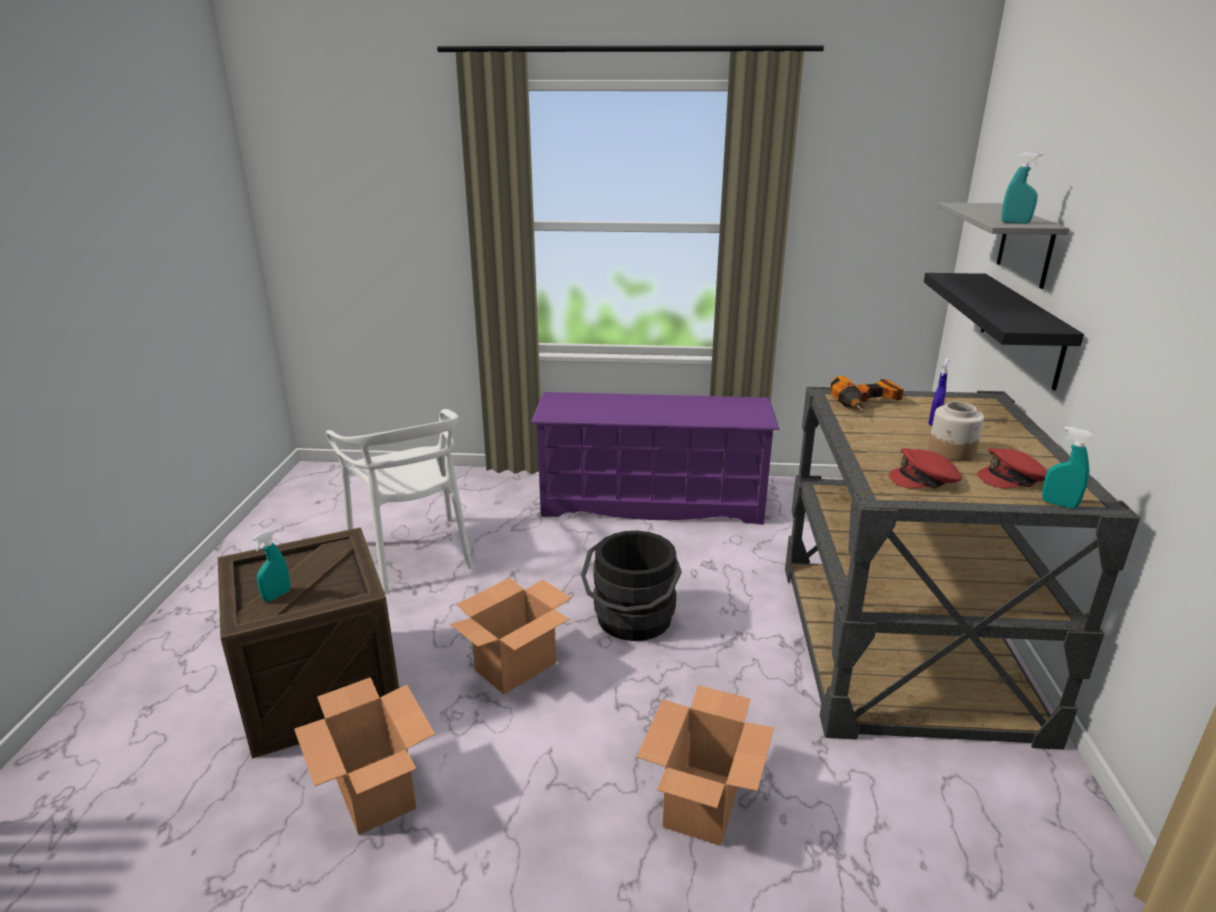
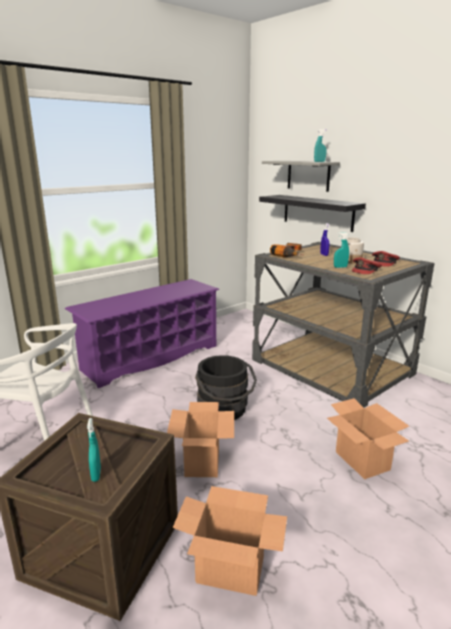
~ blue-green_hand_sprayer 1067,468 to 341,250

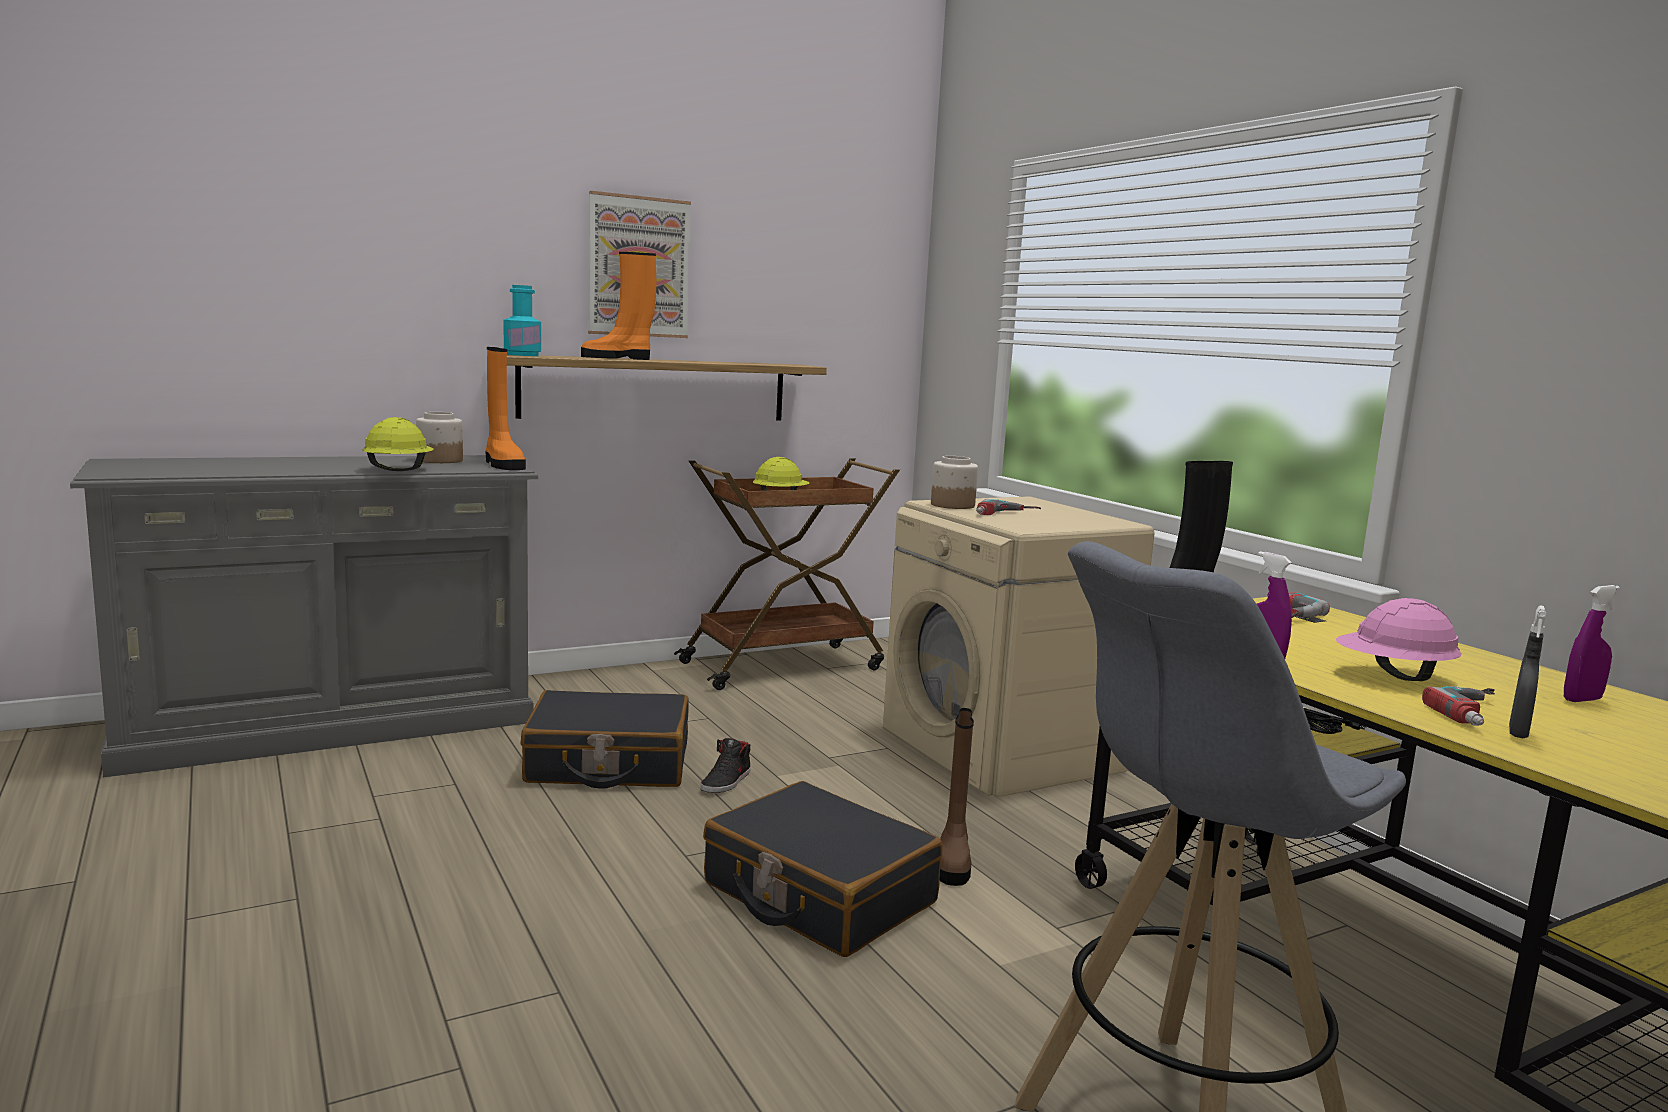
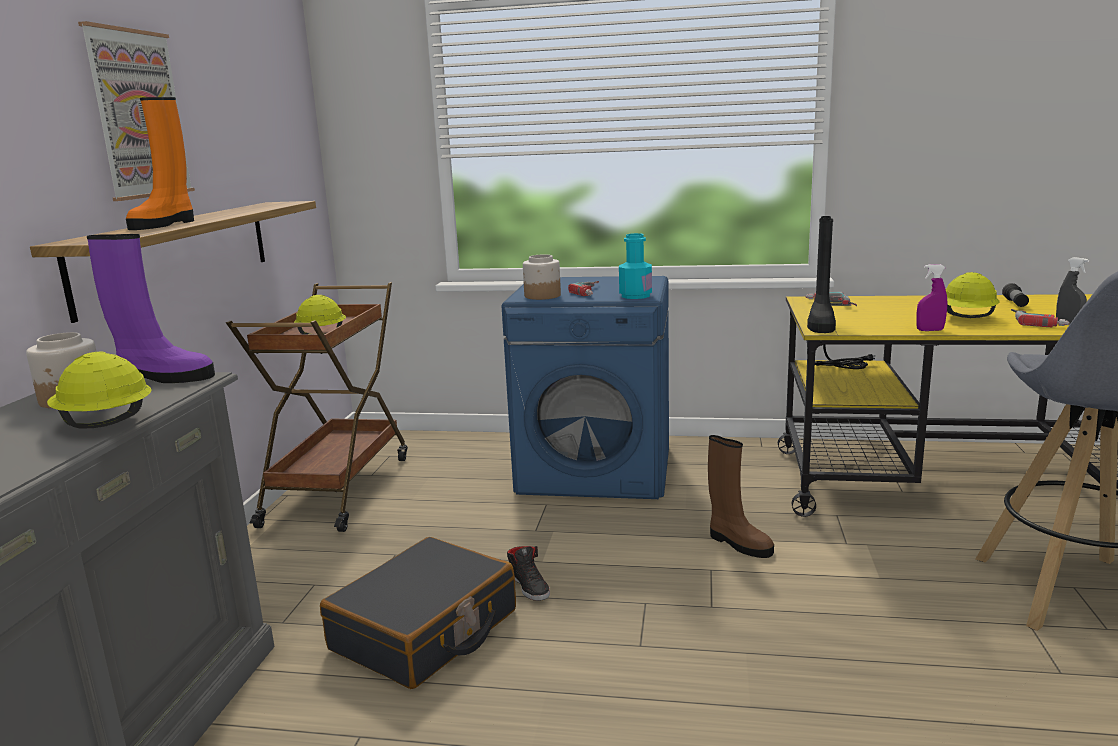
- black_travel_case 822,869
~ blue-green_beverage_bottle 522,320 to 635,266
~ purple-coloured_hand_sprayer 1592,643 to hand_torch 1015,295
~ orange_high-top_boot 505,408 to purple-coloured_high-top_boot 151,308
~ beige-coloured_laundry_appliance 1019,646 to bluish_laundry_appliance 585,387
~ pink-coloured_hard_hat 1399,639 to yellow_hard_hat 973,295

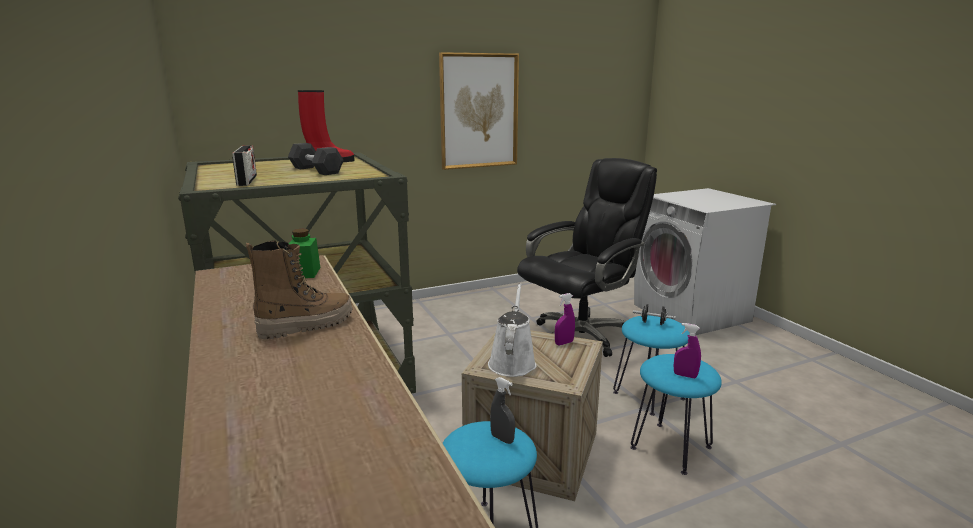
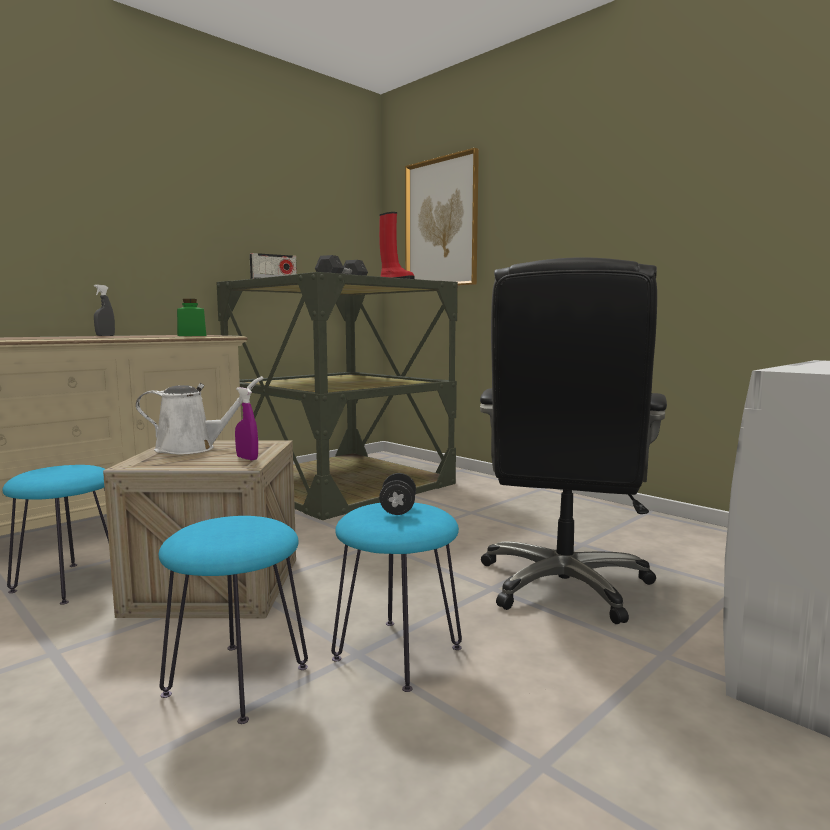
- high-top_boot 299,290
- purple-coloured_hand_sprayer 687,350
~ wall_art 479,111 to 442,217
~ gray_hand_sprayer 502,410 to 104,310
~ black_computer_chair 587,257 = 573,440 75 degrees clockwise

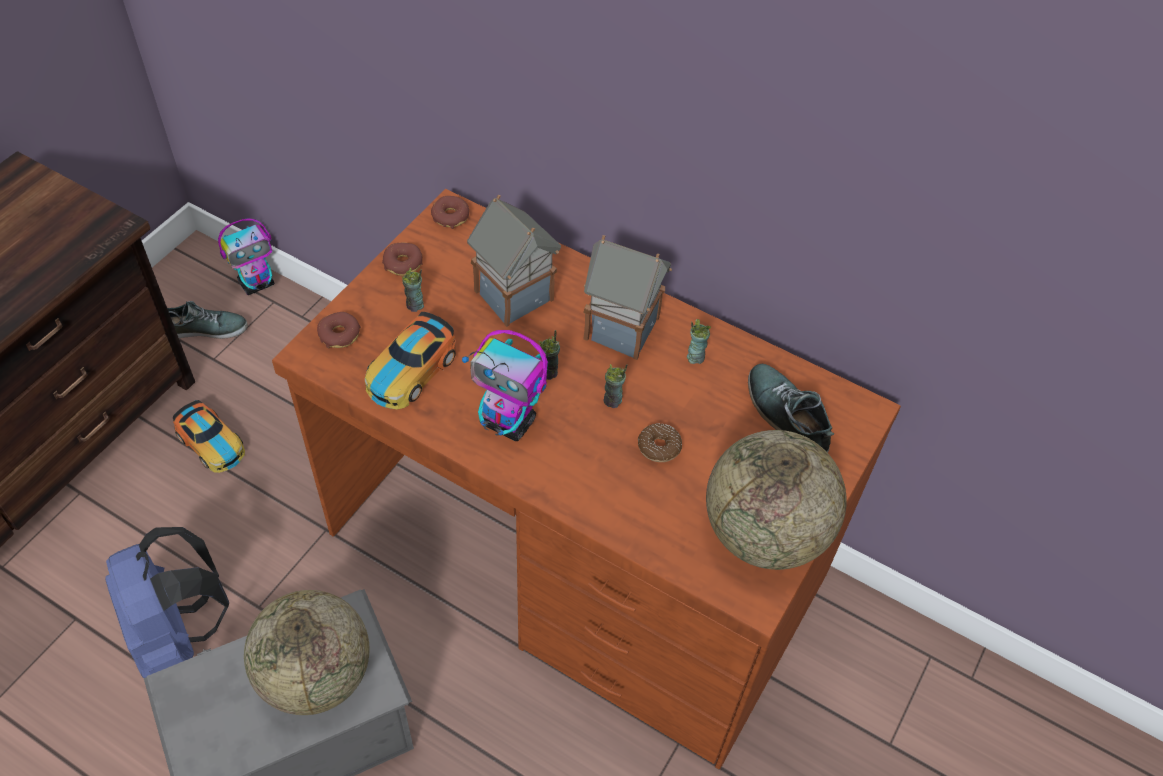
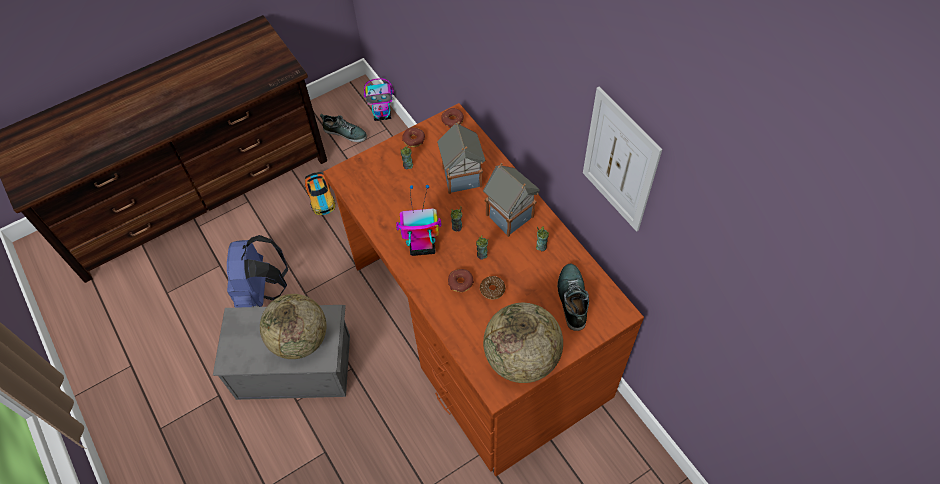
- miniature_car 410,361
+ wall_art 622,159
~ ring_doughnut 339,330 to 461,280
~ model_robot 505,385 = 418,220 120 degrees clockwise

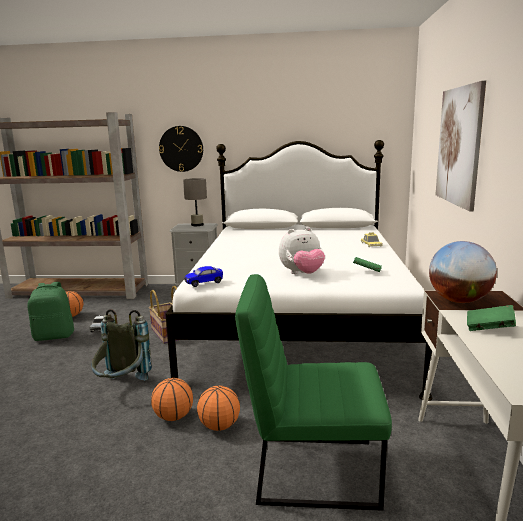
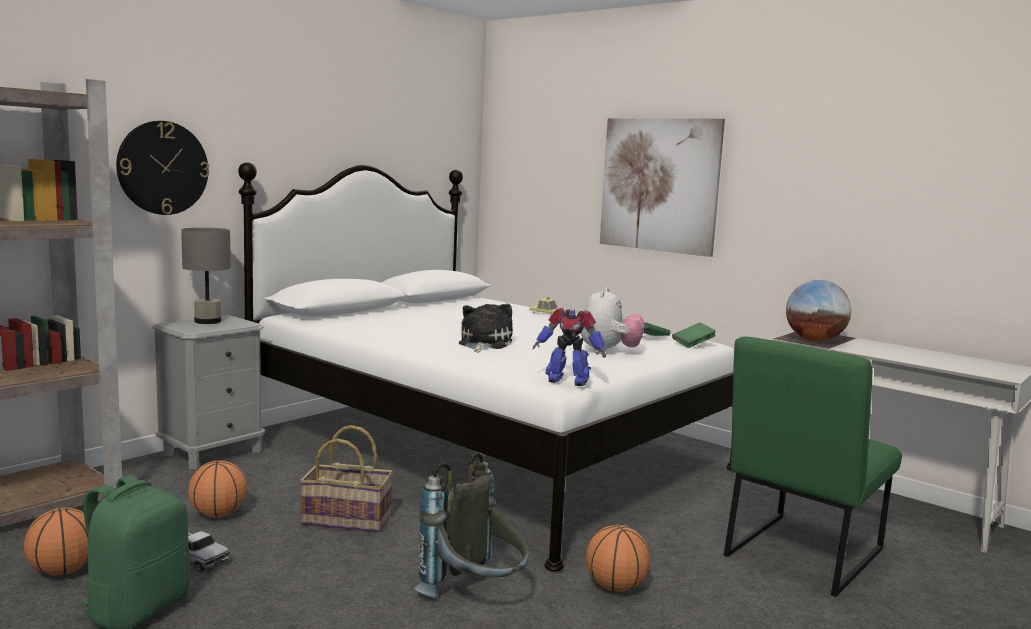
+ plush_toy 486,328
~ ball_for_basketball 218,408 to 217,488
~ green-coloured_volume 491,318 to 694,335
~ miniature_car 203,276 to model_robot 569,347

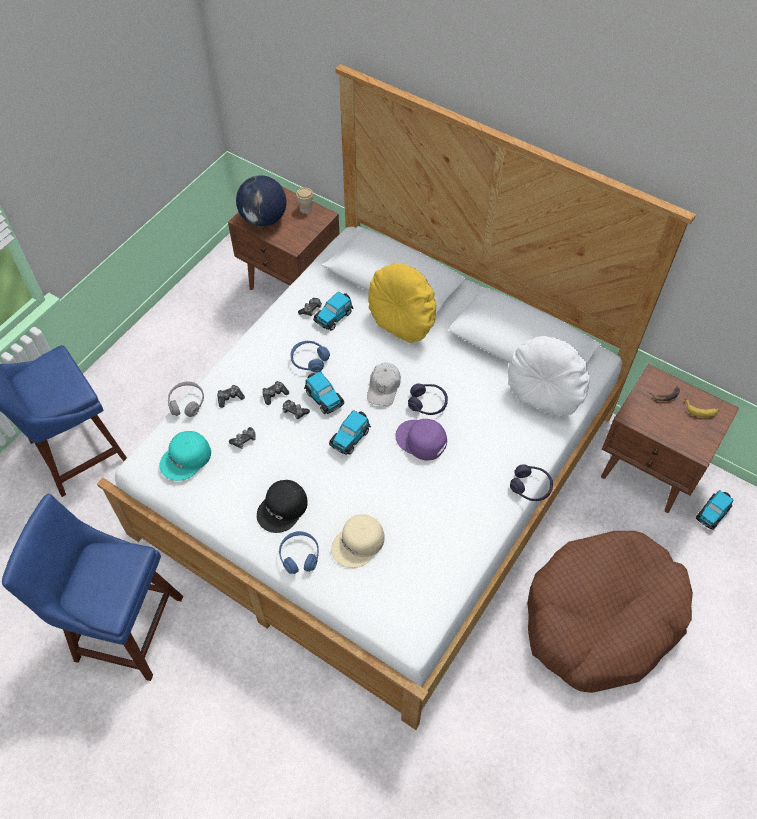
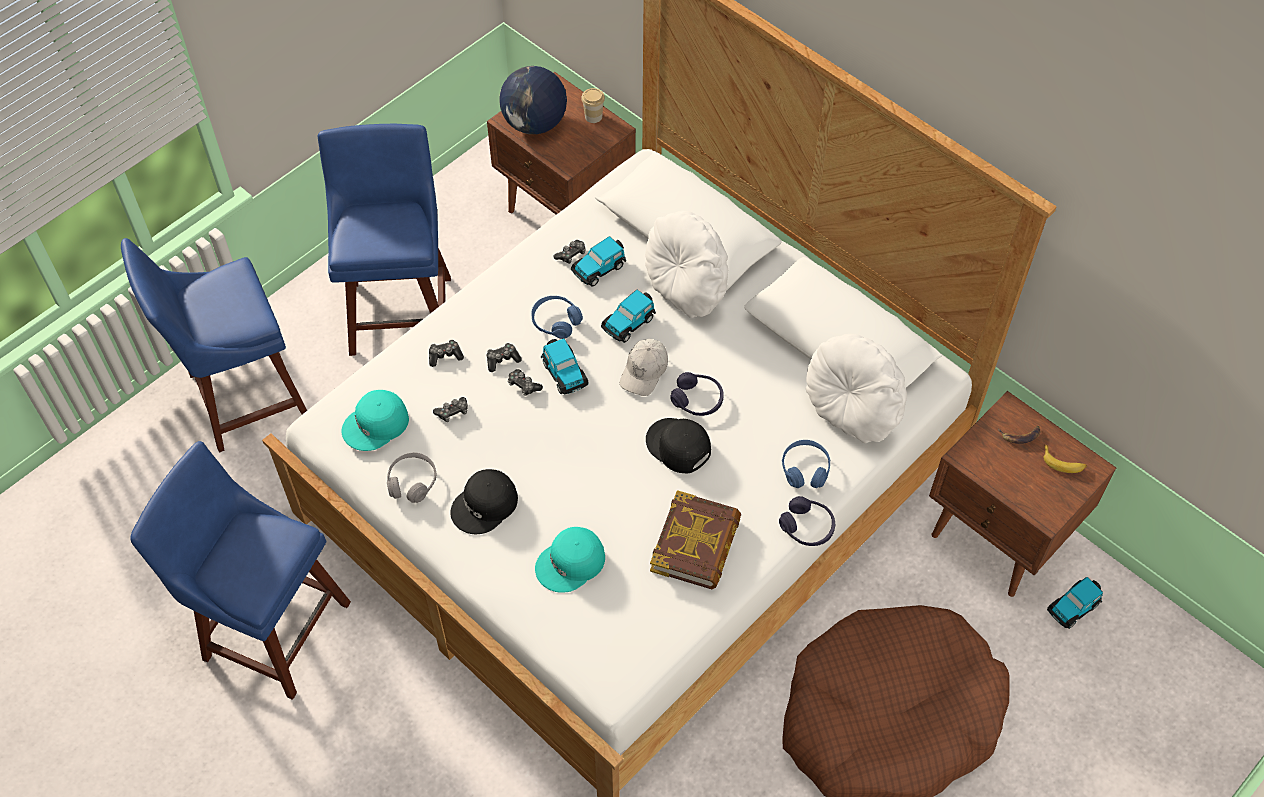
+ bluish_chair 384,240
+ volume 695,539
~ gray_pair_of_headphones 186,399 to 411,478
~ bluish_pair_of_headphones 299,552 to 806,464
~ miniature_car 350,432 to 628,316
~ beige-coloured_baseball_cap 357,541 to blue-green_baseball_cap 570,560
~ yellow_pillow 402,303 to white-coloured_pillow 686,264
~ purple-coloured_baseball_cap 421,439 to black_baseball_cap 678,445

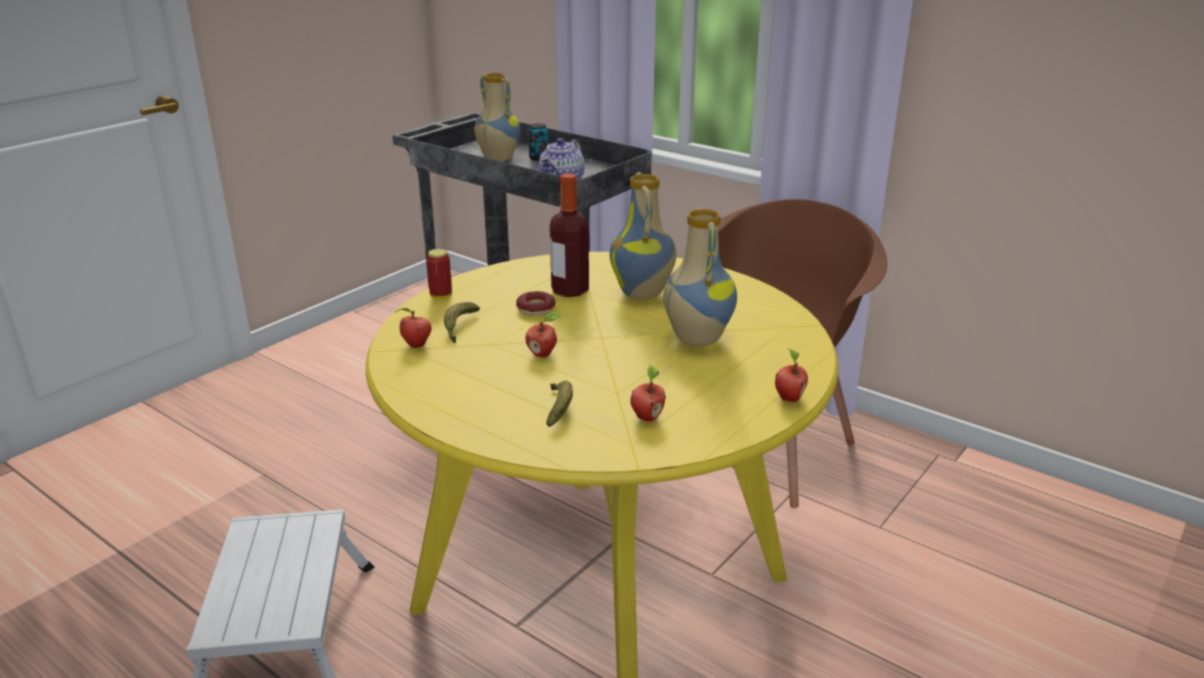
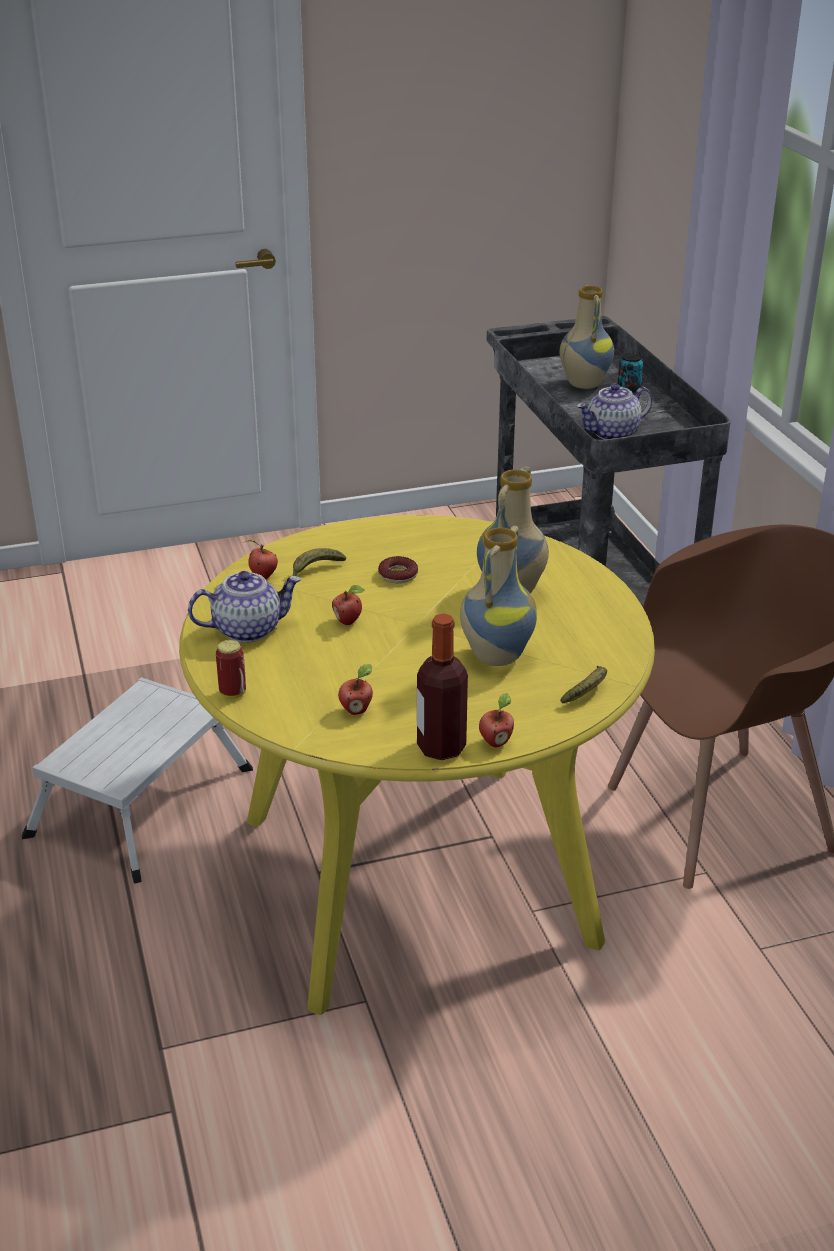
+ teapot 244,606
~ sealed_can 439,274 to 231,669
~ whole_banana 559,404 to 583,684
~ beverage_bottle 569,235 to 442,687

